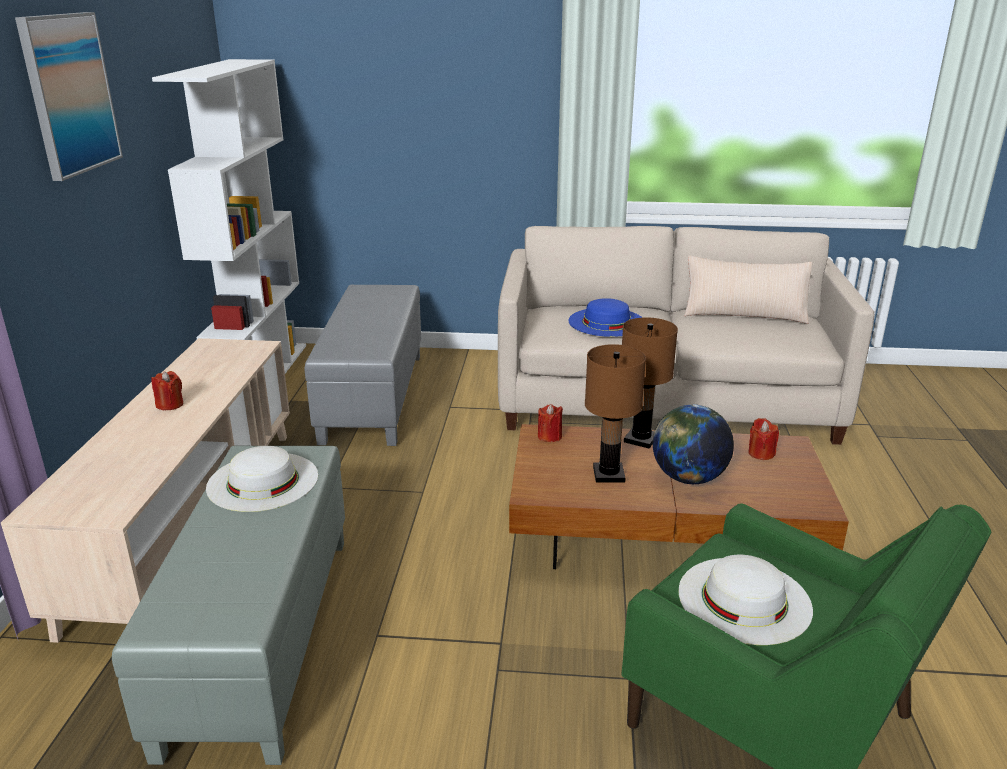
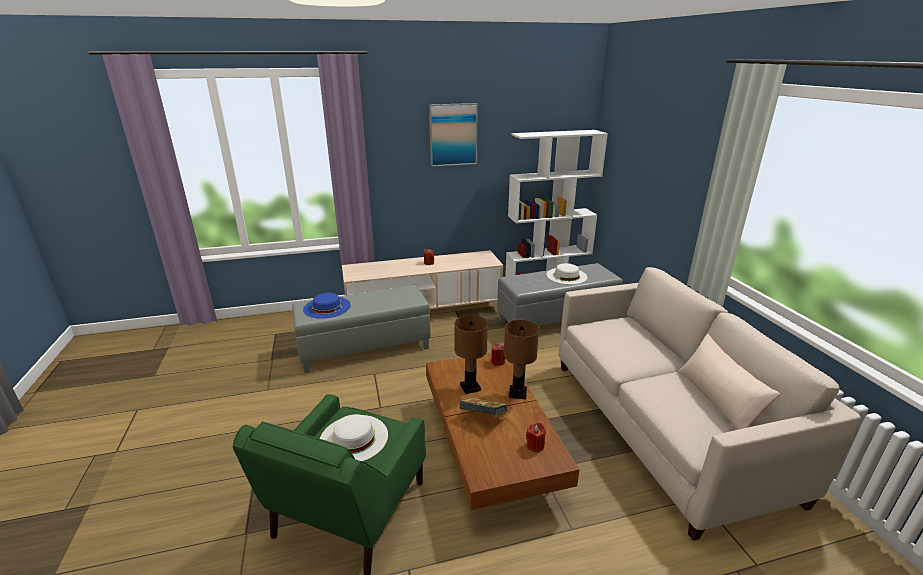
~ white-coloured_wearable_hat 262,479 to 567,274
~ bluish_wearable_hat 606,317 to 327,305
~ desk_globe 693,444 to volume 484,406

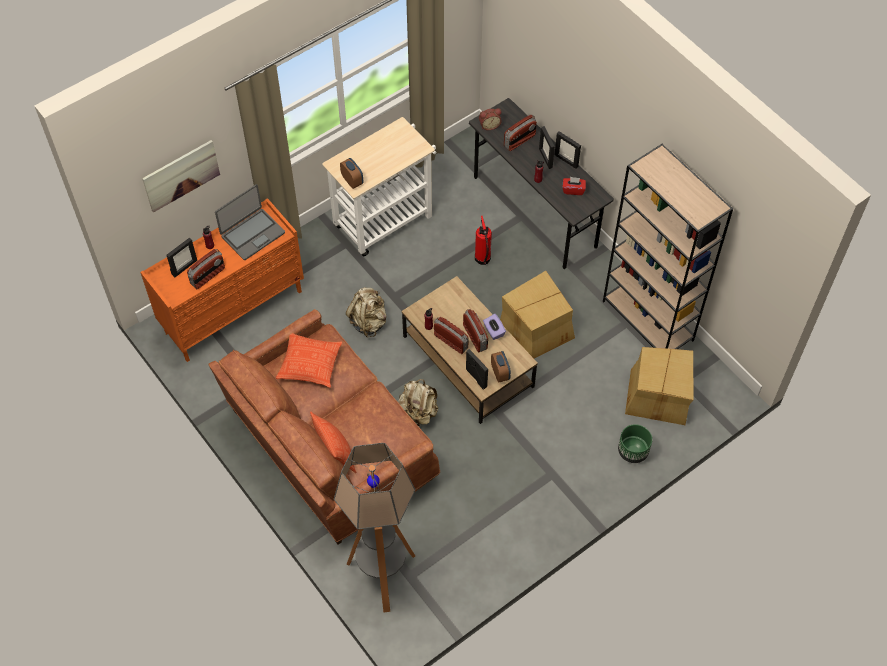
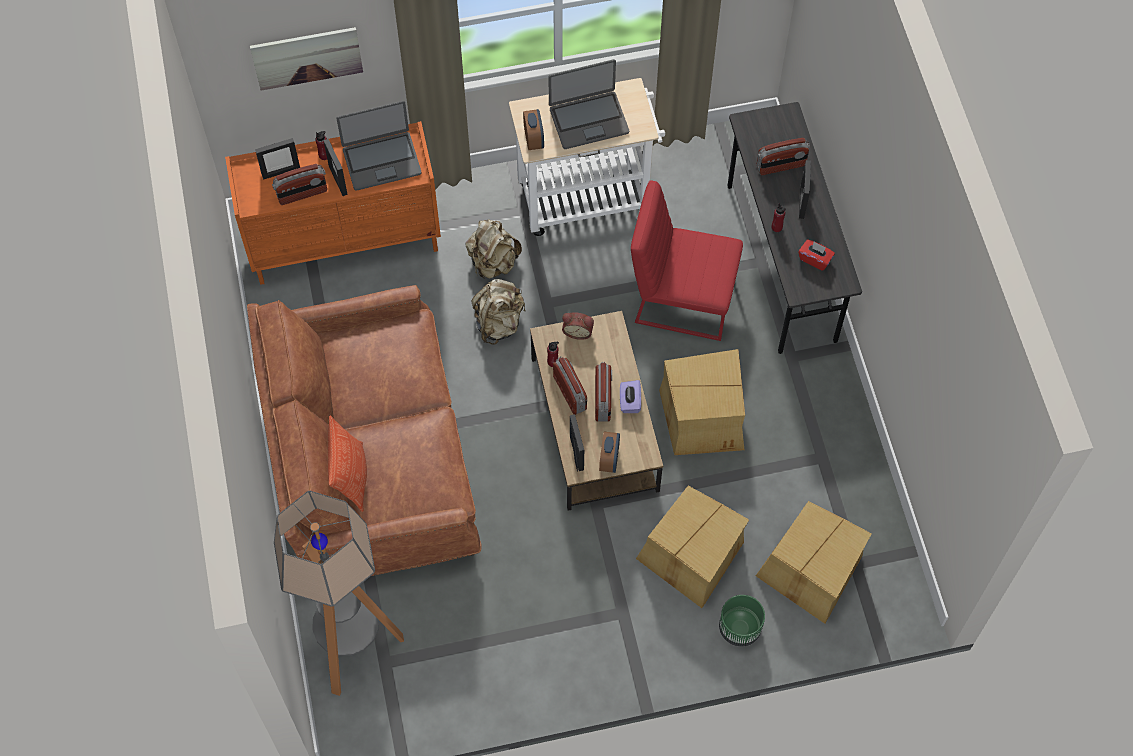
- orange_pillow 309,360
- beige-coloured_shelving_unit 668,246
+ laptop 588,104
+ cardboard_box 692,547
~ beige-coloured_rucksack 418,402 to 493,249
~ table_clock 490,119 to 578,326
~ picture_frame 568,150 to 335,167
~ extinguisher 483,240 to red_chair 687,260

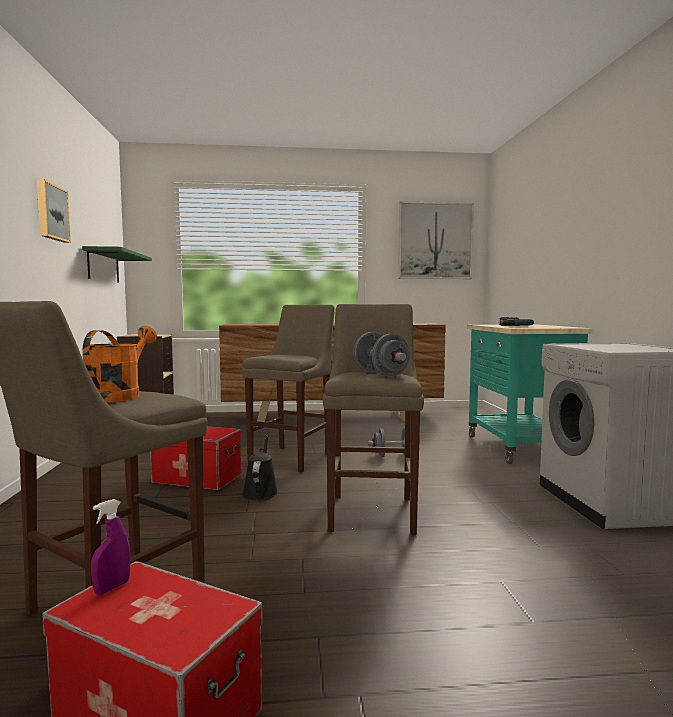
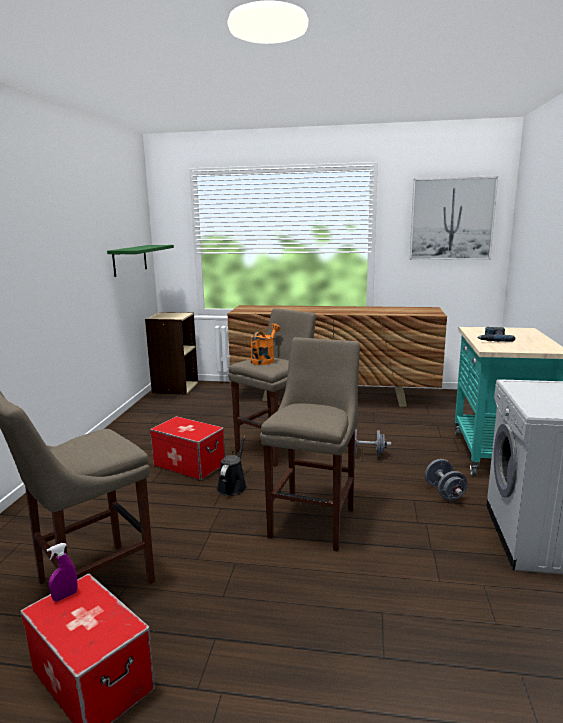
- wall_art 54,211
~ orange_watering_can 119,364 to 265,344
~ gray_free_weight 381,354 to 446,479

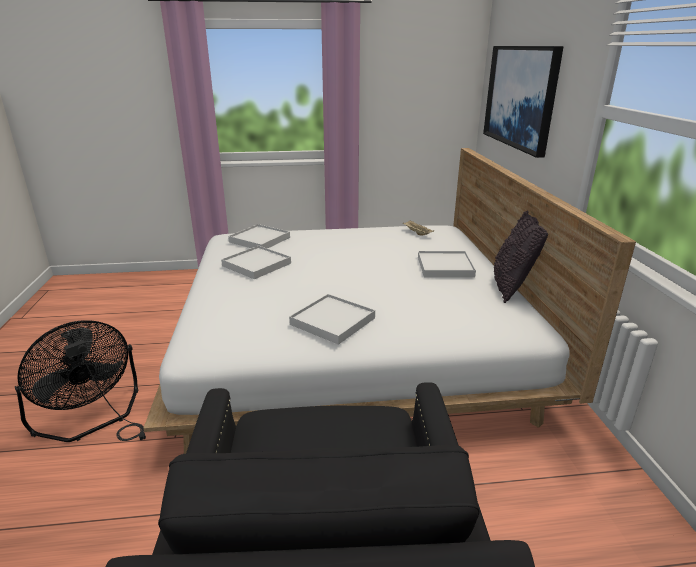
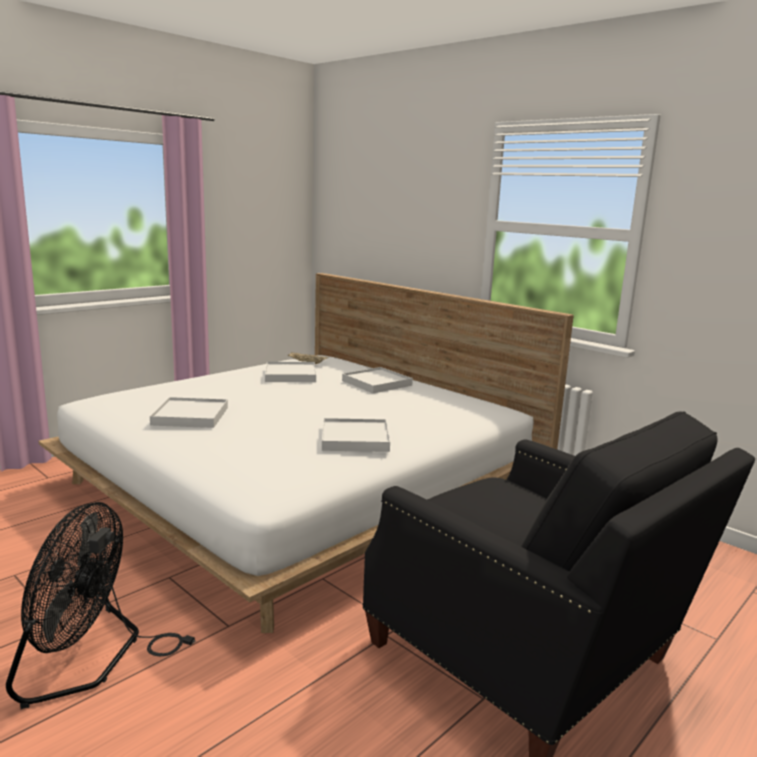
- wall_art 523,102
- black_pillow 521,256
~ white-coloured_carrying_tray 259,236 to 290,372

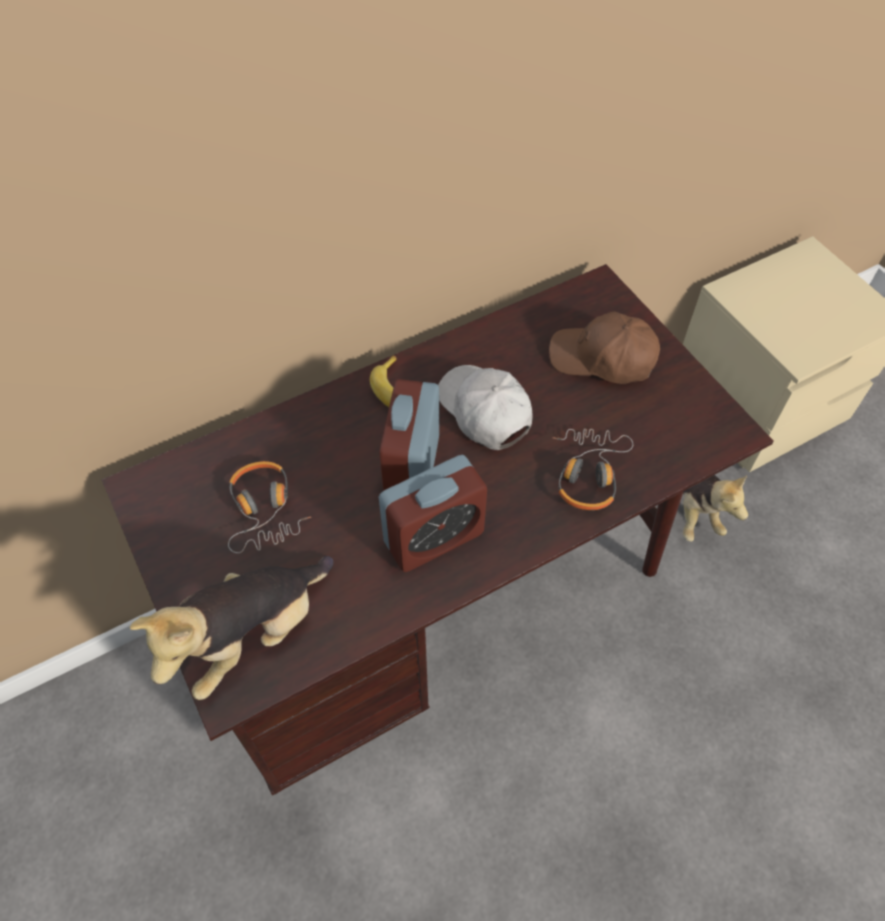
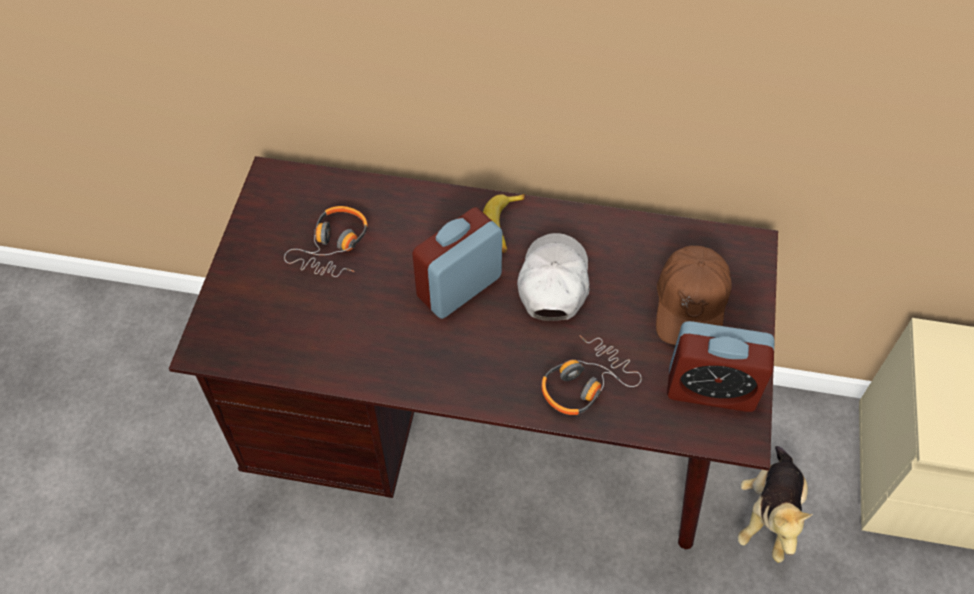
- plush_toy 231,628
~ table_clock 433,513 to 721,366
~ brown_baseball_cap 604,348 = 694,295 135 degrees counterclockwise

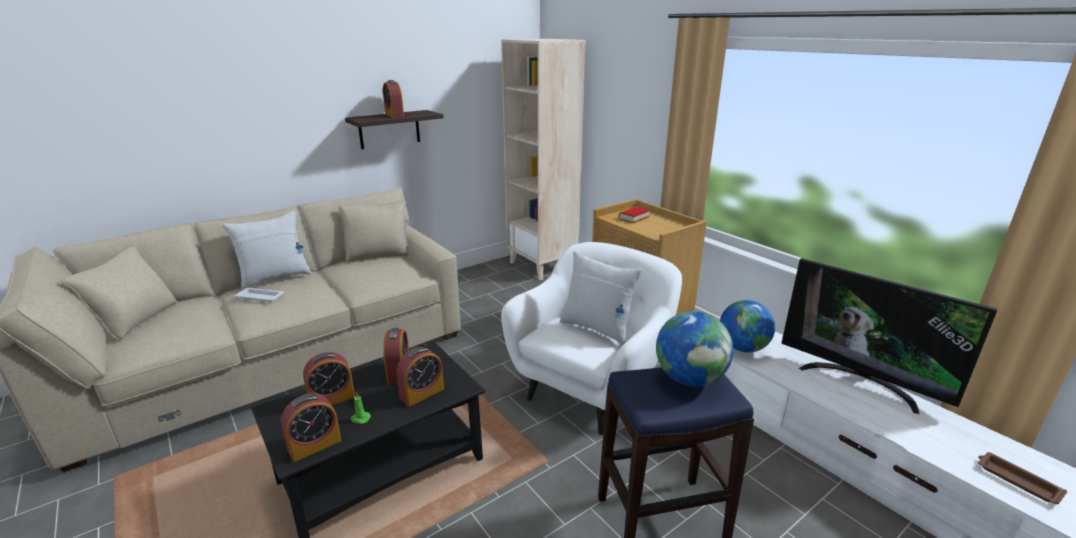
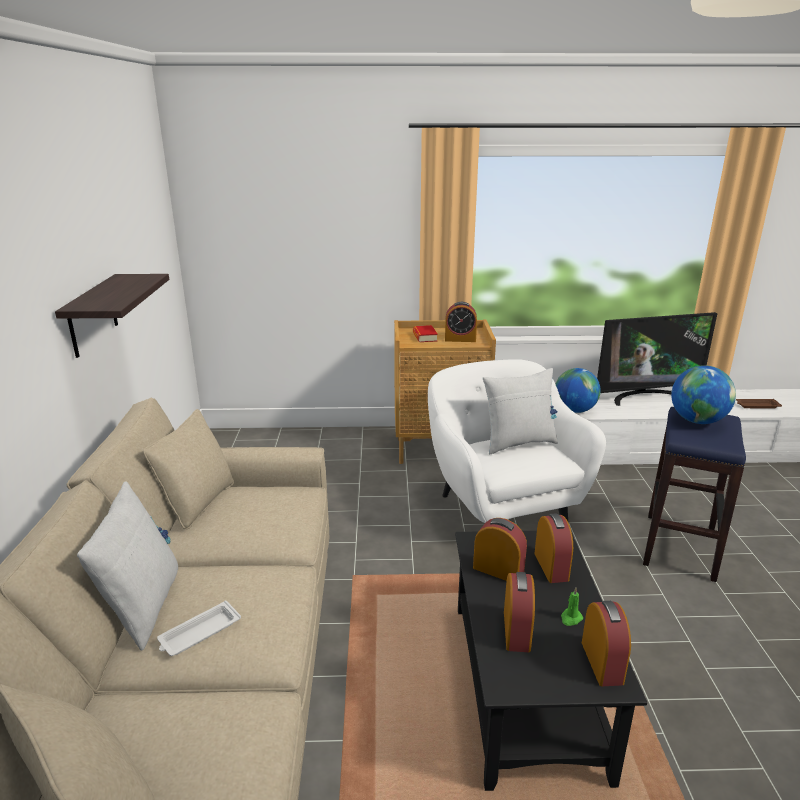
- beige-coloured_shelving_unit 543,159
~ table_clock 393,99 to 461,322

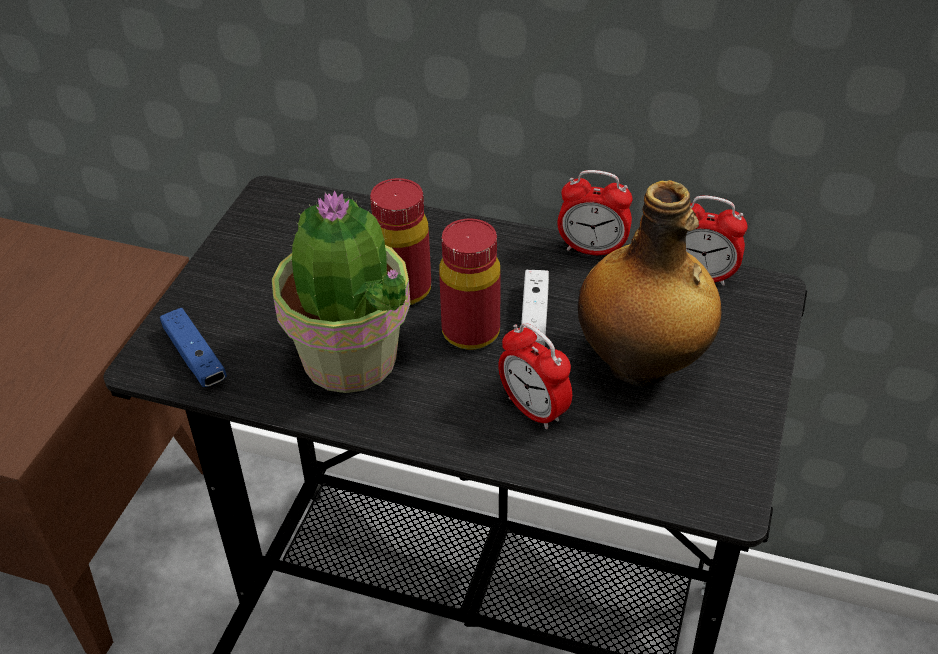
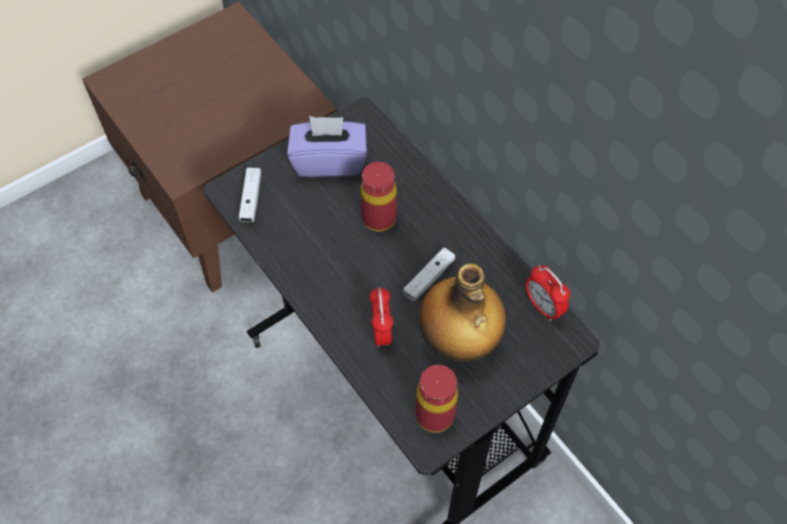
- plant_in_a_pot 341,291
- table_clock 594,212
+ purple-coloured_tissue_box 327,146
~ red_beverage_bottle 470,284 to 436,398
~ bluish_joypad 193,347 to white-coloured_joypad 250,195

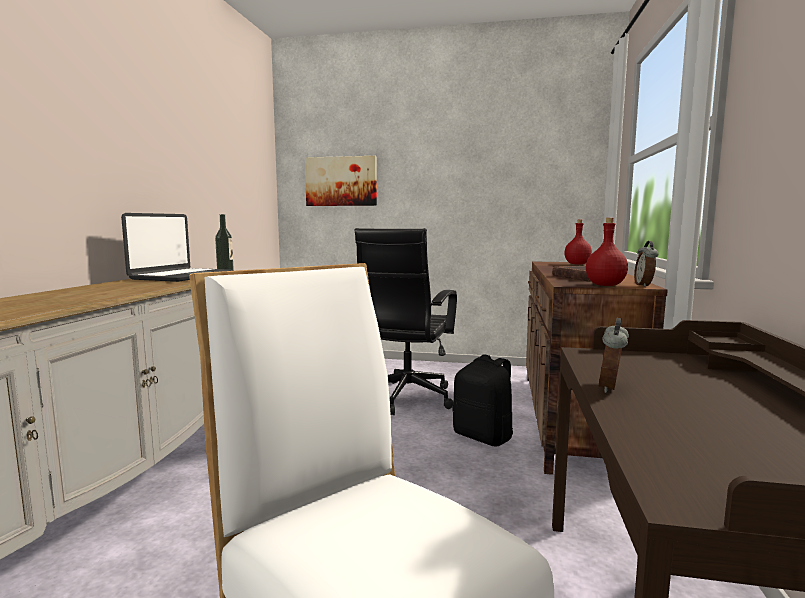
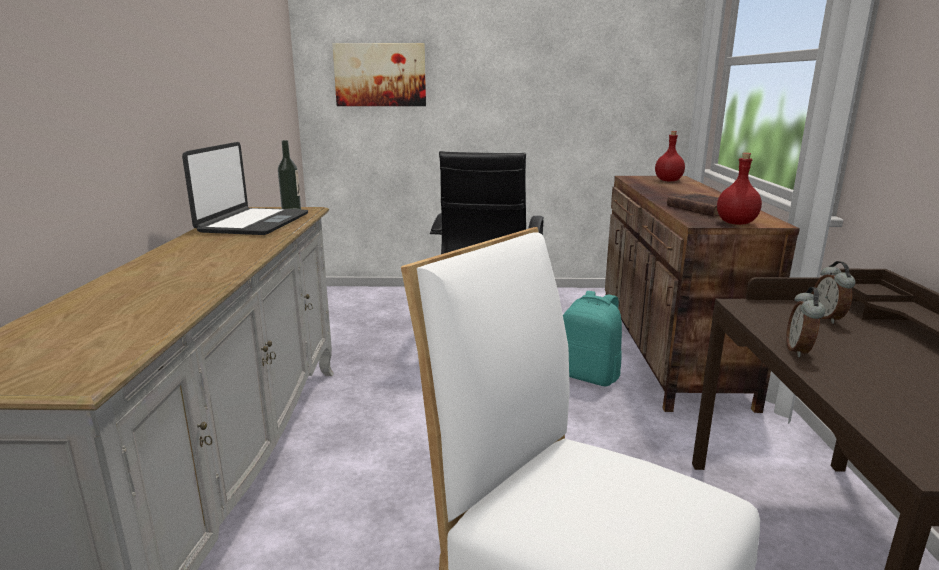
~ table_clock 646,264 to 834,292
~ black_rucksack 482,400 to blue-green_rucksack 592,338

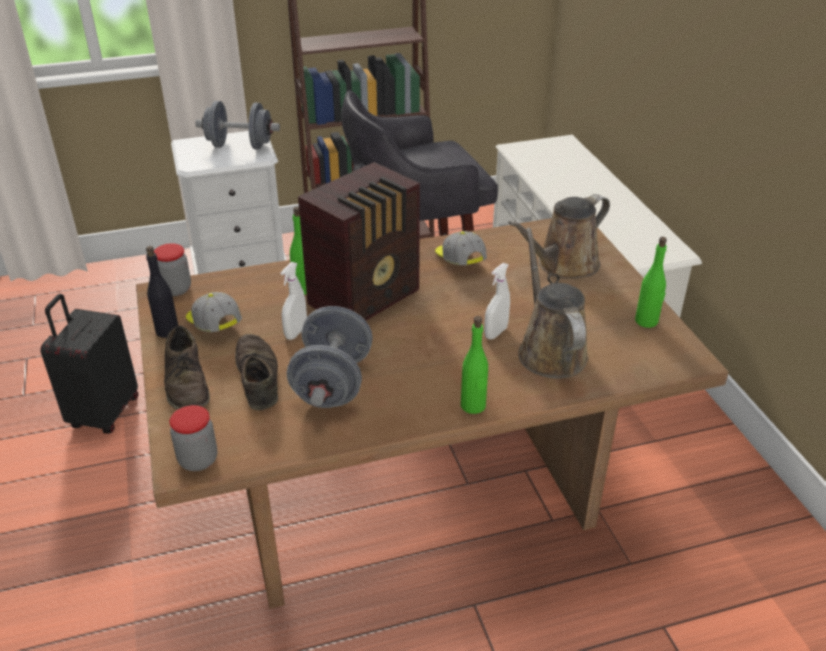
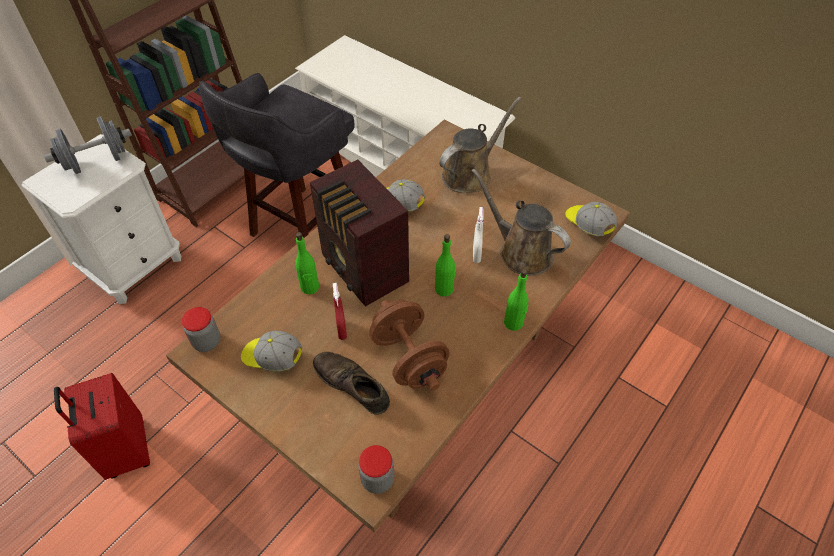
- black_beverage_bottle 162,292
- brown_shoe 187,367
+ baseball_cap 591,219
~ green-coloured_beverage_bottle 651,282 to 445,265
~ black_travel_case 89,364 to red_travel_case 102,426
~ white-coloured_hand_sprayer 294,301 to red_hand_sprayer 340,311
~ gray_free_weight 330,357 to brown_free_weight 409,345
~ radio_set 359,241 = 359,233 135 degrees clockwise
~ brown_watering_can 559,236 = 480,145 150 degrees counterclockwise

